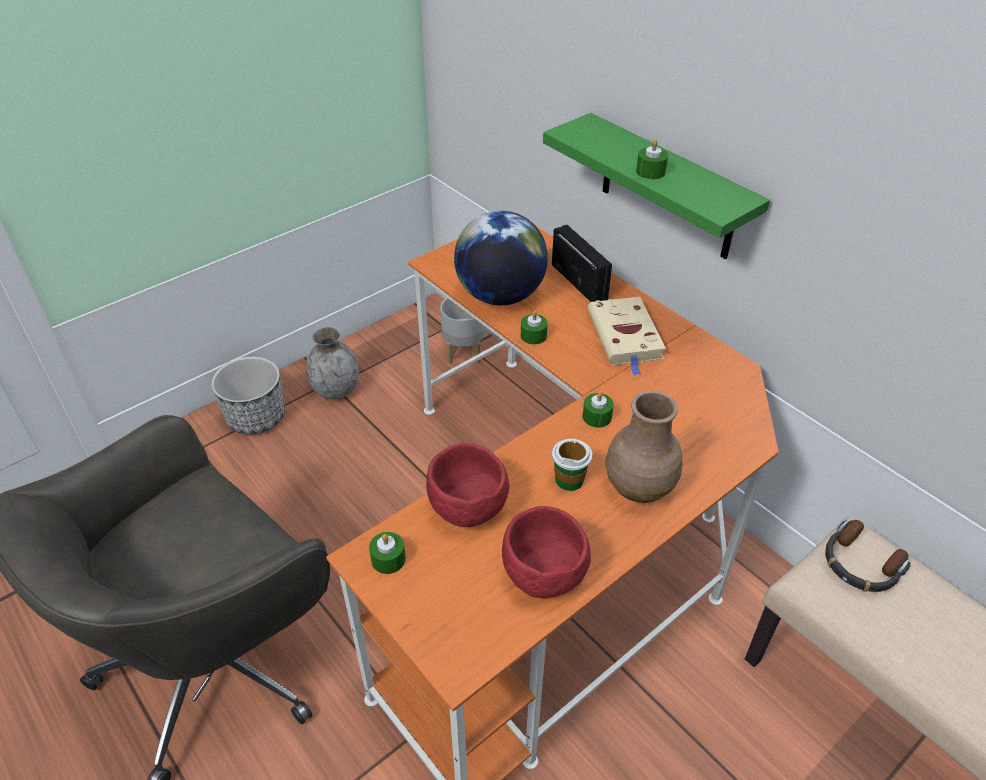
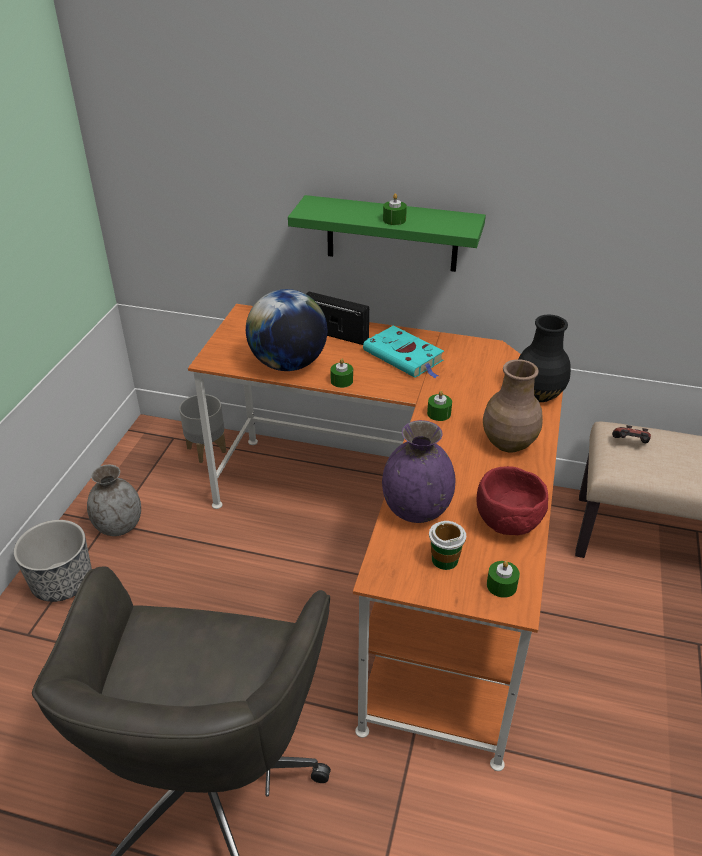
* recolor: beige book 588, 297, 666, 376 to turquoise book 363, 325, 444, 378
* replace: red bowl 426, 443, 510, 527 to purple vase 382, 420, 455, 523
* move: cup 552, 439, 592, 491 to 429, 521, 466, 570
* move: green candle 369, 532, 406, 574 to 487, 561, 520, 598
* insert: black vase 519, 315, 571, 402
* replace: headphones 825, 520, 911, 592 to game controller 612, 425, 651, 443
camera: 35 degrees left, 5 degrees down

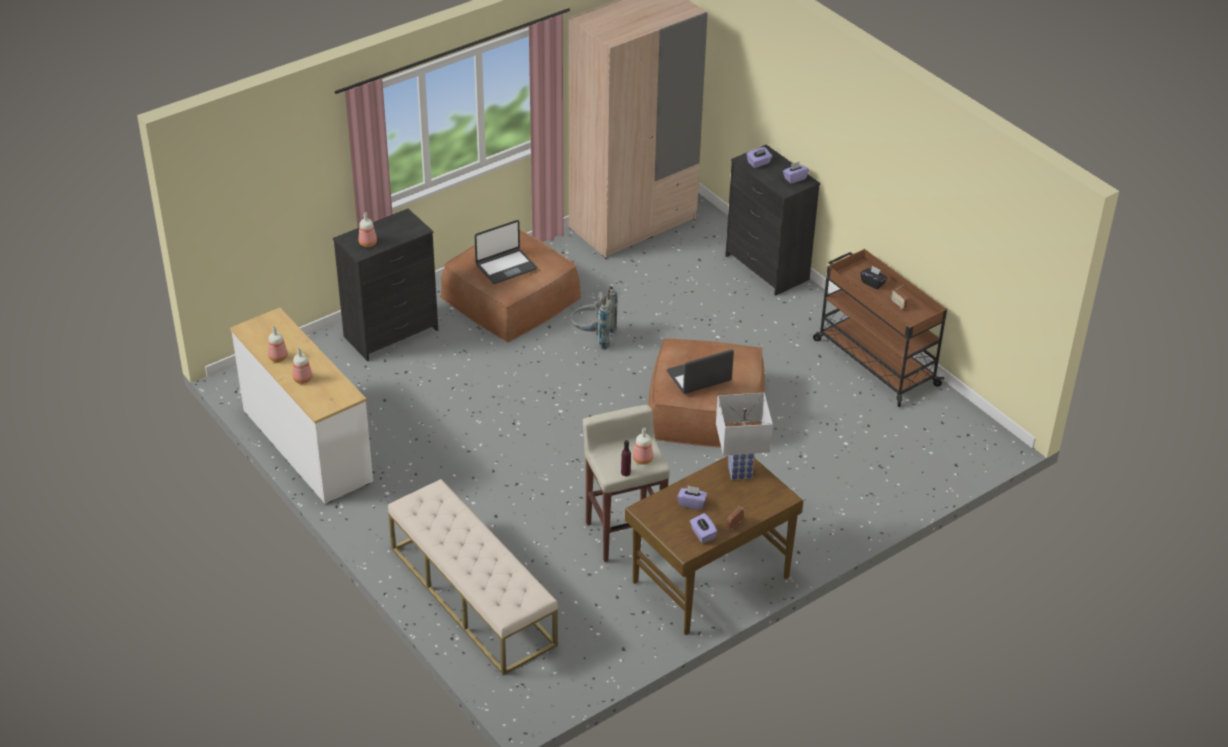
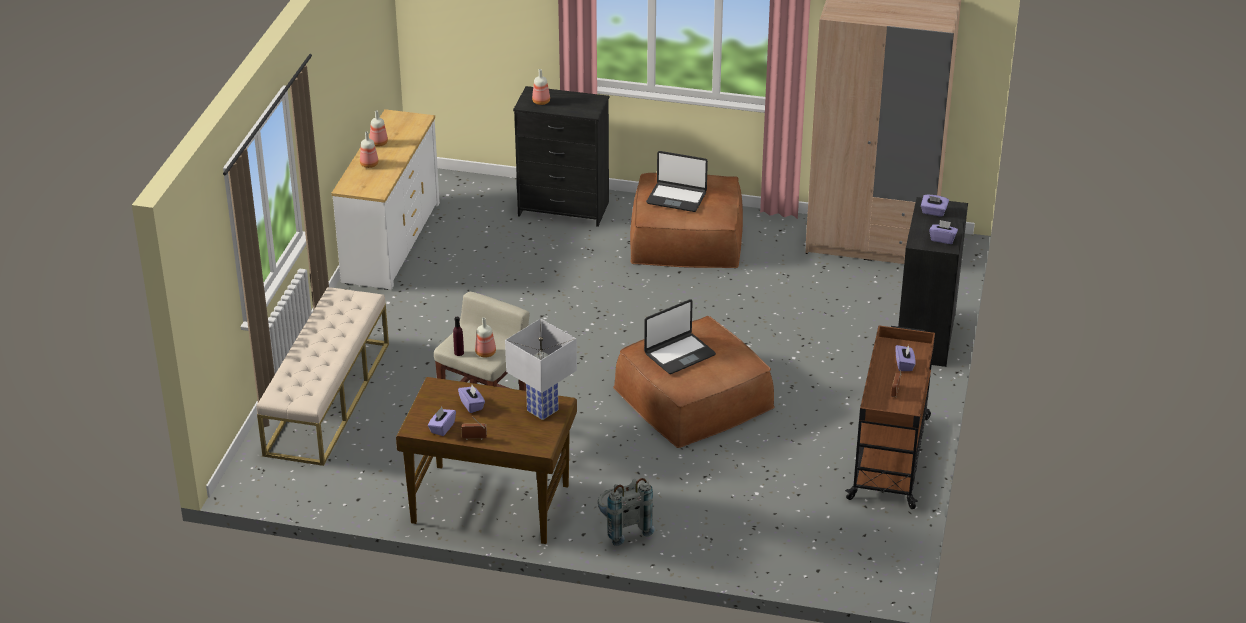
* move: grey backpack 570, 286, 618, 350 to 598, 478, 655, 546
* rotate: laptop 667, 350, 734, 394 = 644, 299, 716, 374 120 degrees clockwise
* recolor: black tissue box 860, 265, 887, 289 to purple tissue box 896, 345, 916, 371
camera: 50 degrees right, 5 degrees down

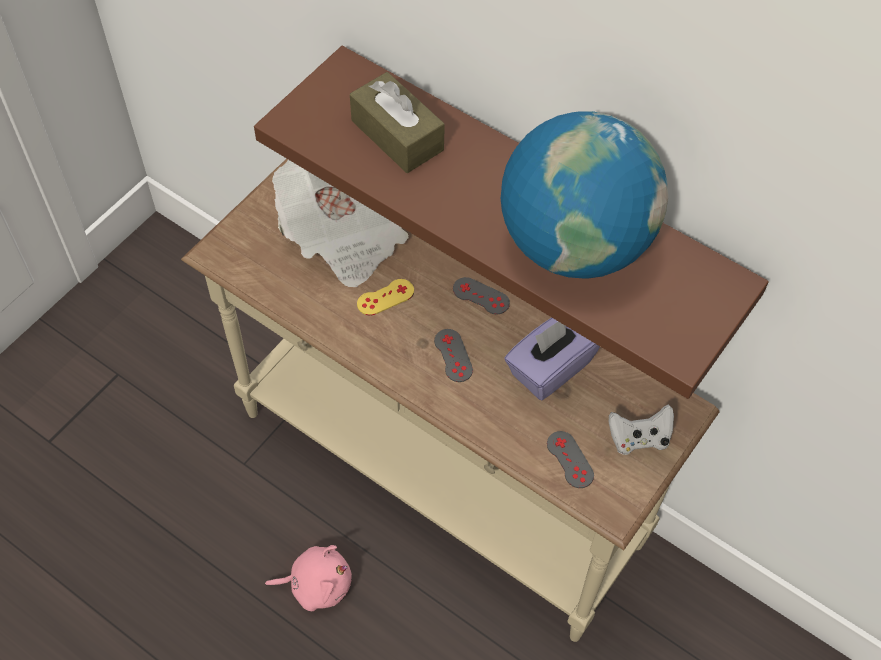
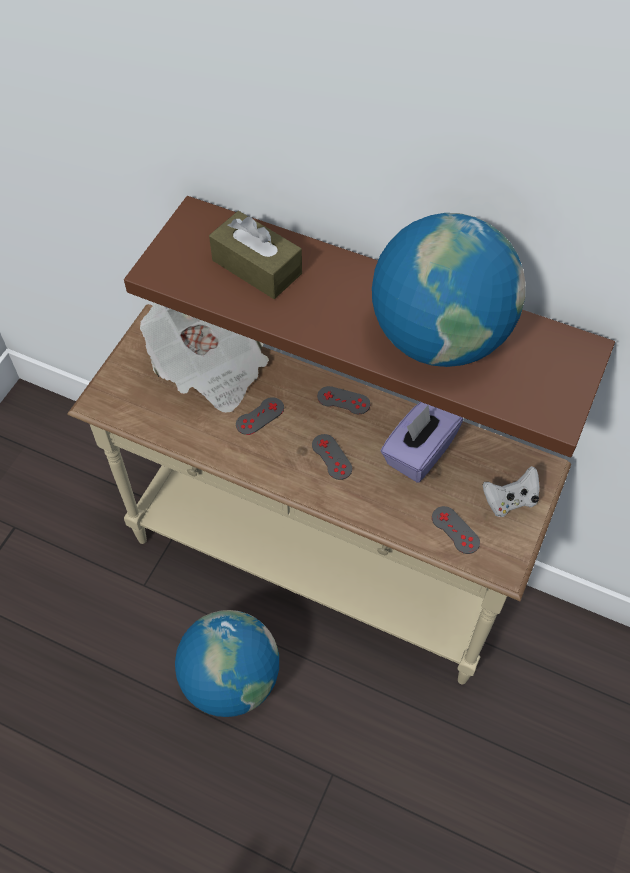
* replace: pink plush toy 265, 545, 352, 611 to globe 175, 610, 279, 717
* recolor: yellow game controller 357, 279, 414, 315 to grey game controller 236, 397, 284, 435
camera: 10 degrees left, 0 degrees up

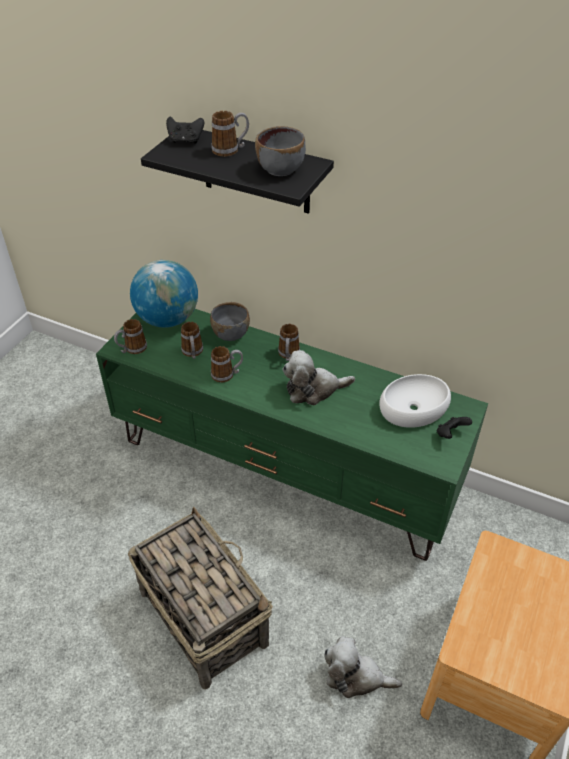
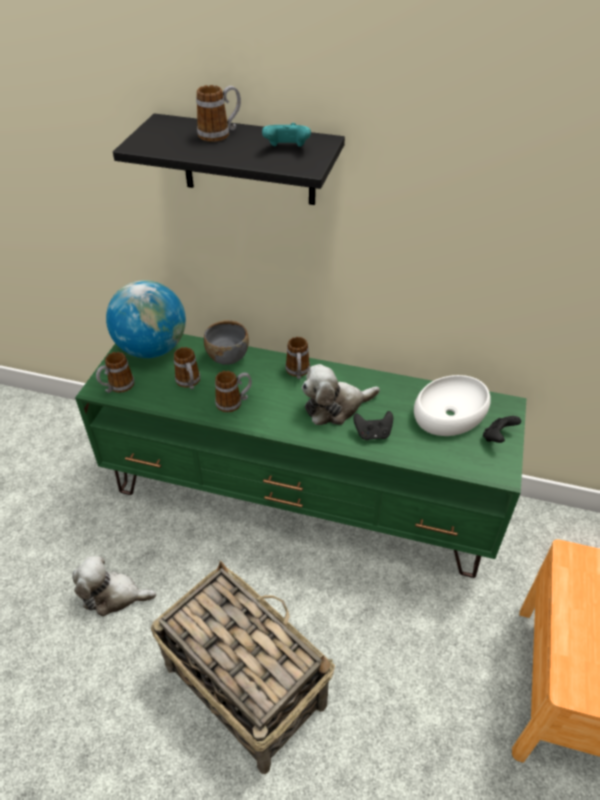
* move: plush toy 324, 637, 402, 698 to 72, 556, 156, 616
* replace: grey bowl 255, 126, 306, 176 to turquoise game controller 262, 123, 311, 147
* move: black game controller 166, 116, 204, 144 to 353, 411, 393, 440
camera: 10 degrees left, 0 degrees up

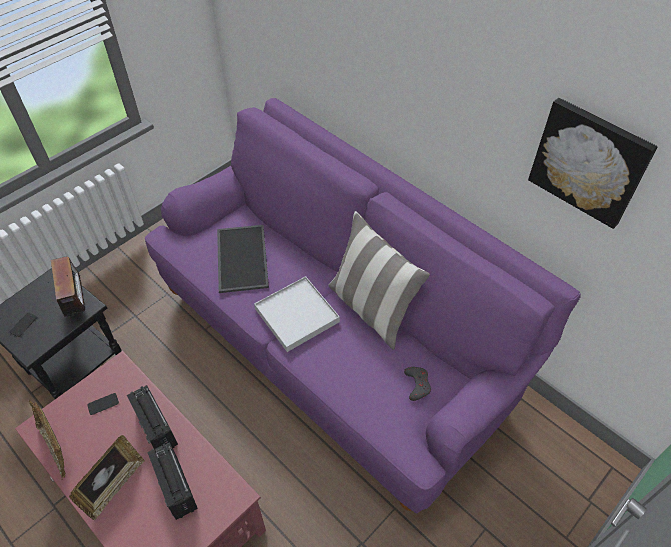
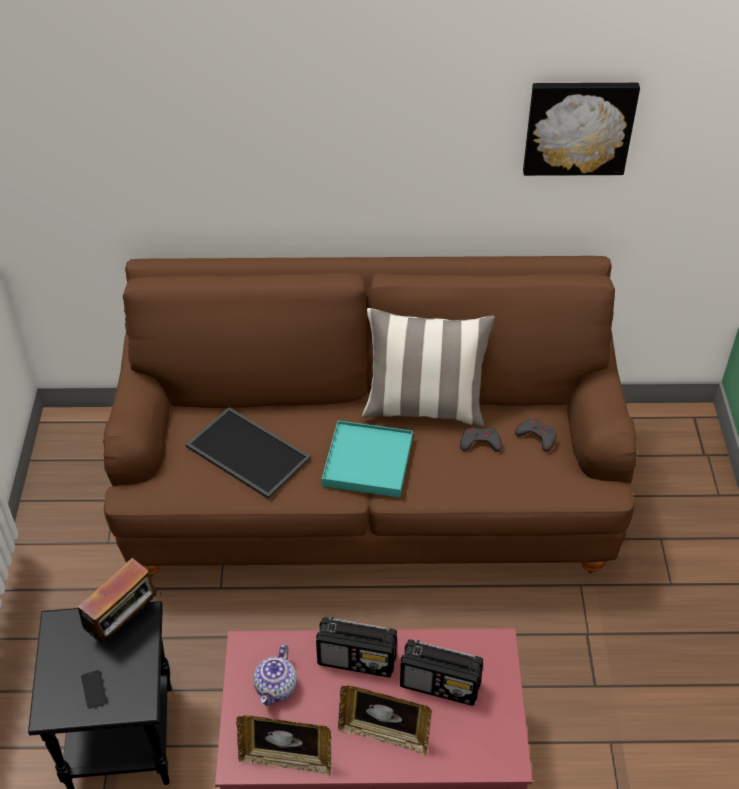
* rotate: radio 48, 256, 86, 319 = 78, 558, 161, 643 105 degrees clockwise
* recolor: purple sofa 145, 98, 581, 513 to brown sofa 103, 256, 637, 577
* replace: phone 87, 393, 119, 415 to teapot 253, 644, 297, 706
* recolor: white tray 254, 276, 340, 352 to turquoise tray 322, 420, 413, 497
* rotate: picture frame 69, 435, 145, 520 = 338, 685, 432, 756 120 degrees clockwise
* insert: grey game controller 460, 427, 502, 452
camera: 45 degrees left, 5 degrees down

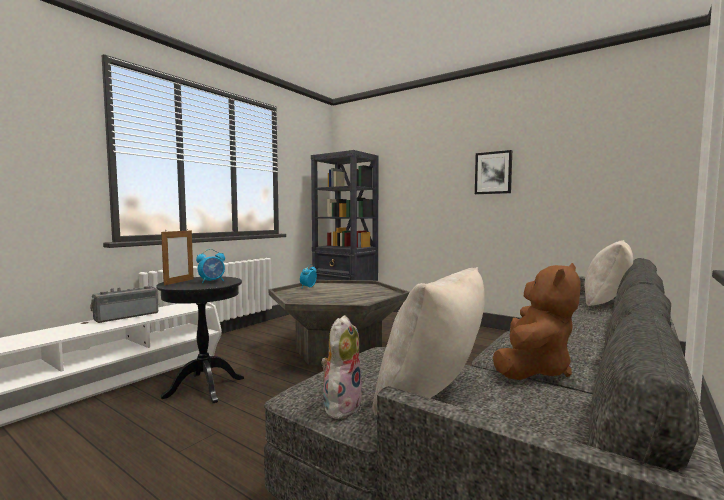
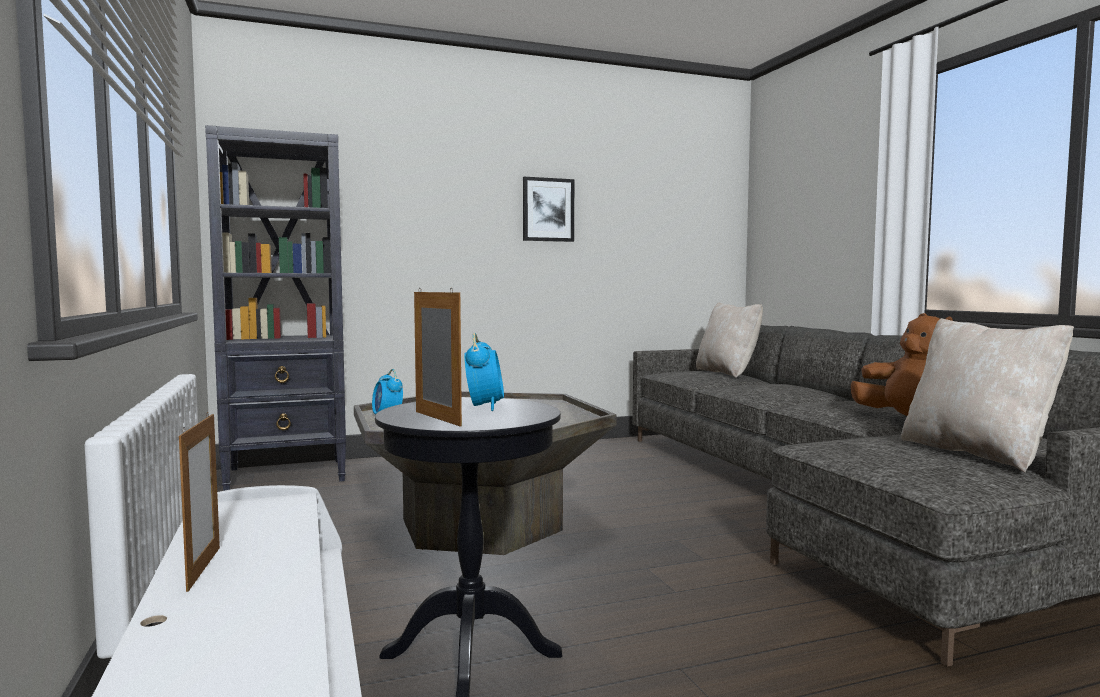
* replace: radio 90, 286, 158, 323 to picture frame 179, 412, 220, 592
* delete: plush toy 321, 315, 362, 419
camera: 55 degrees left, 0 degrees up

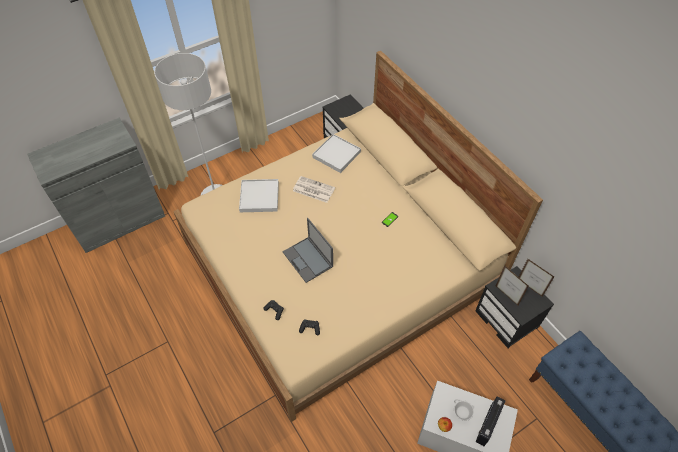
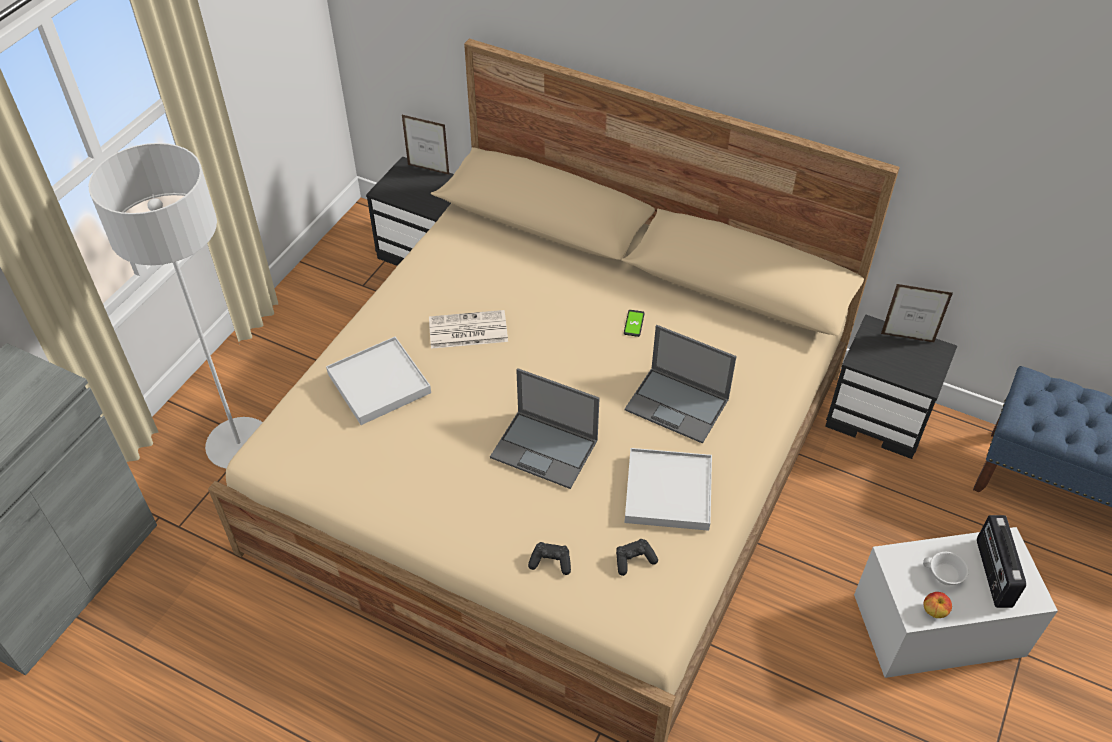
* move: picture frame 496, 266, 529, 305 to 402, 115, 450, 175
* move: white tray 312, 134, 361, 173 to 624, 448, 712, 531
* insert: laptop 625, 325, 737, 444
camera: 30 degrees left, 5 degrees down

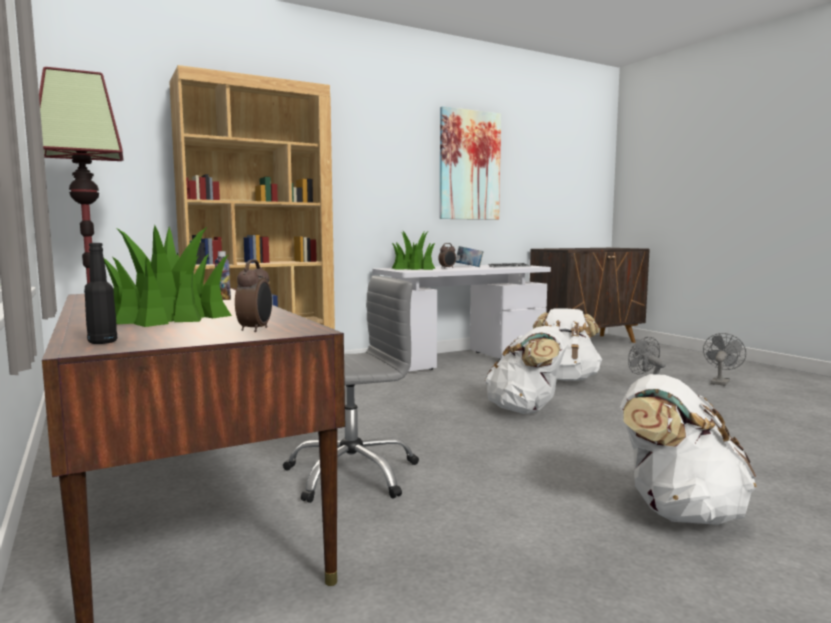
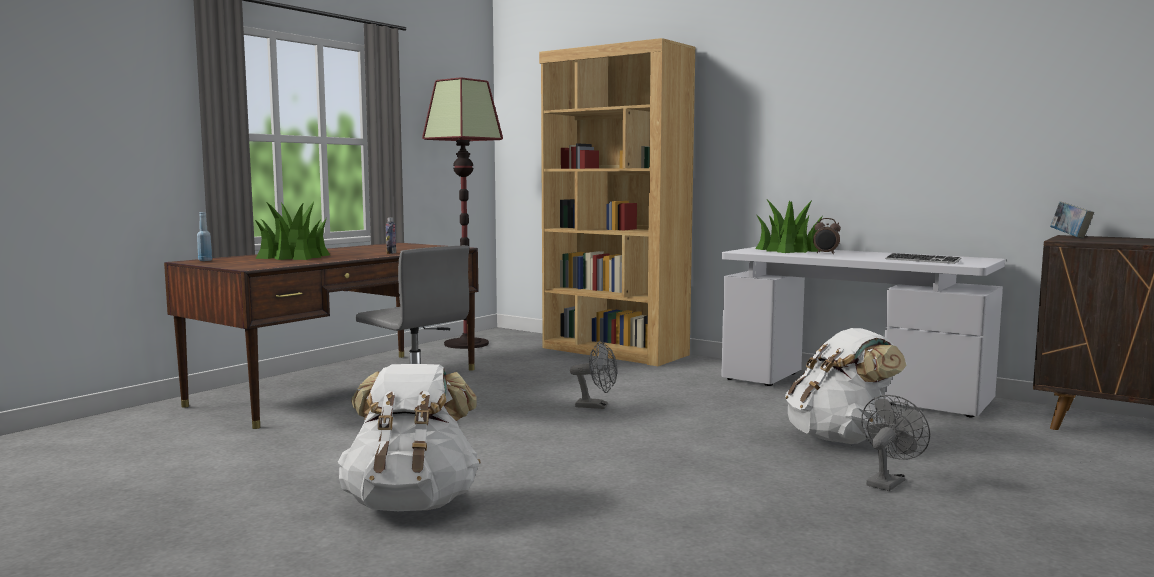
* recolor: black bottle 84, 243, 117, 344 to blue bottle 197, 212, 212, 261
* move: grey fan 703, 333, 746, 386 to 570, 341, 617, 409
* move: book 455, 246, 483, 267 to 1050, 202, 1094, 238
* delete: alarm clock 235, 260, 272, 332
* delete: picture 440, 106, 501, 220
* delete: white backpack 485, 326, 568, 414
camera: 65 degrees right, 0 degrees up

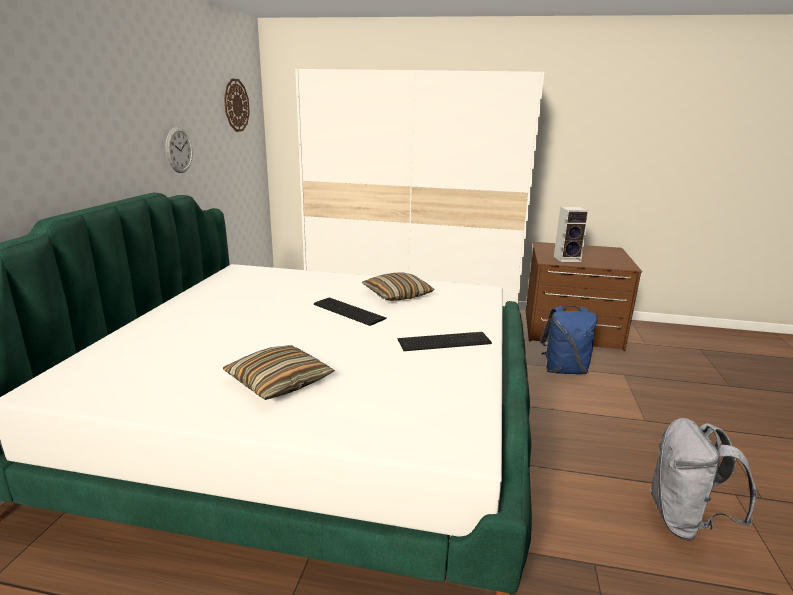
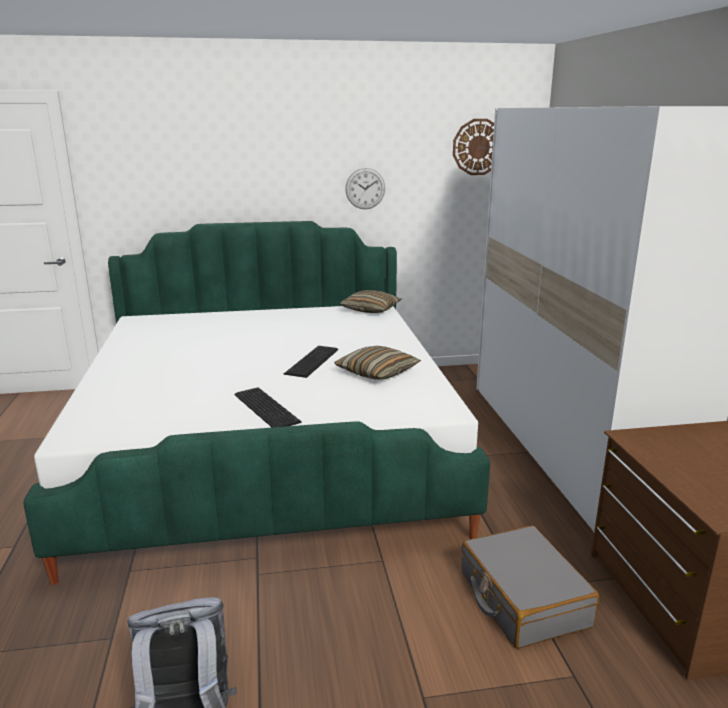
* move: pillow 223, 345, 335, 400 to 340, 290, 402, 313
* replace: blue backpack 540, 306, 597, 374 to grey suitcase 462, 525, 599, 649
* delete: speaker 554, 207, 589, 262
camera: 70 degrees right, 0 degrees up

